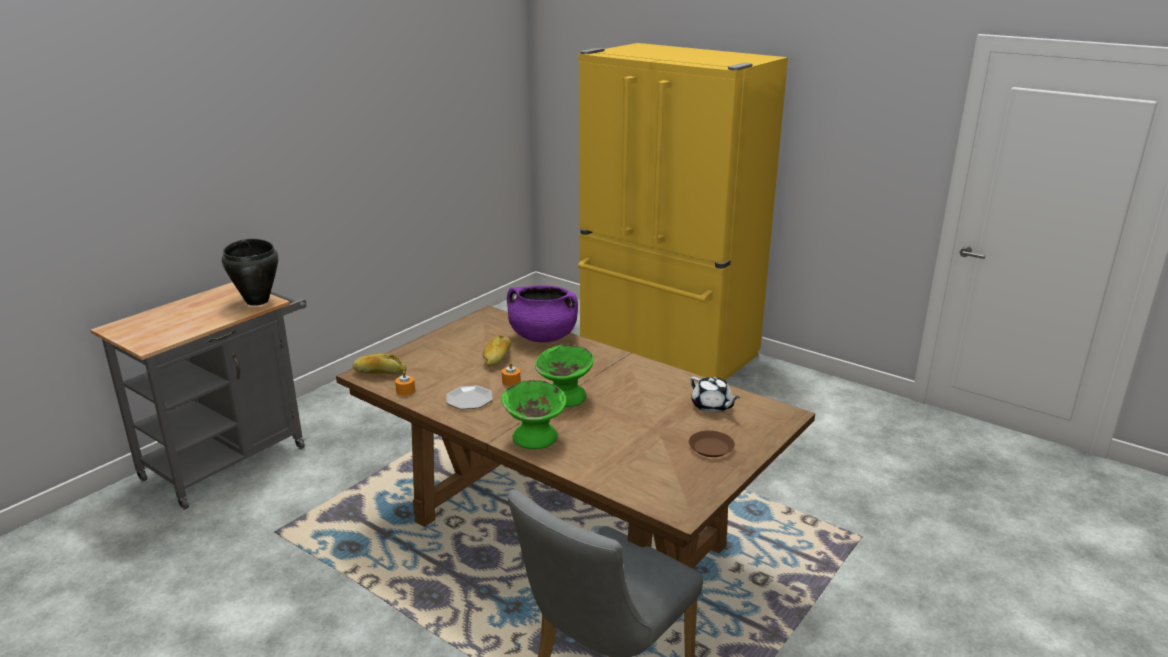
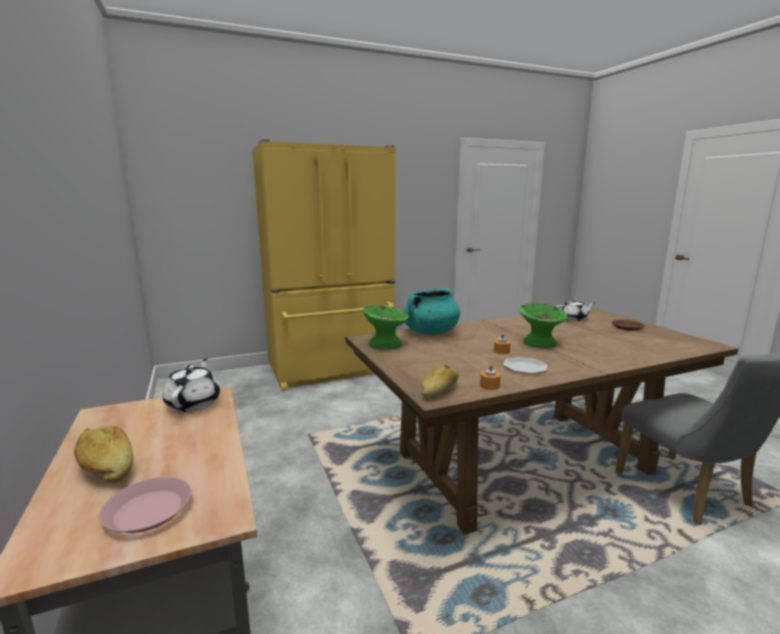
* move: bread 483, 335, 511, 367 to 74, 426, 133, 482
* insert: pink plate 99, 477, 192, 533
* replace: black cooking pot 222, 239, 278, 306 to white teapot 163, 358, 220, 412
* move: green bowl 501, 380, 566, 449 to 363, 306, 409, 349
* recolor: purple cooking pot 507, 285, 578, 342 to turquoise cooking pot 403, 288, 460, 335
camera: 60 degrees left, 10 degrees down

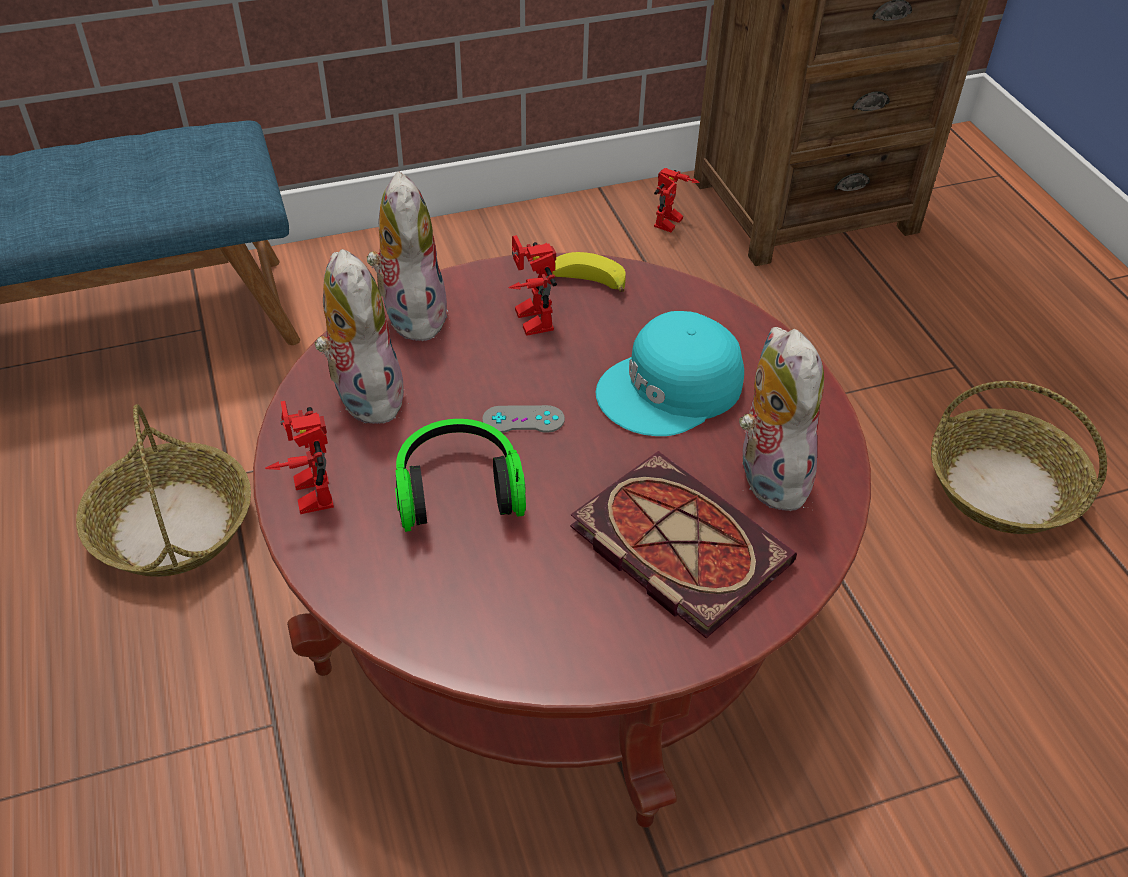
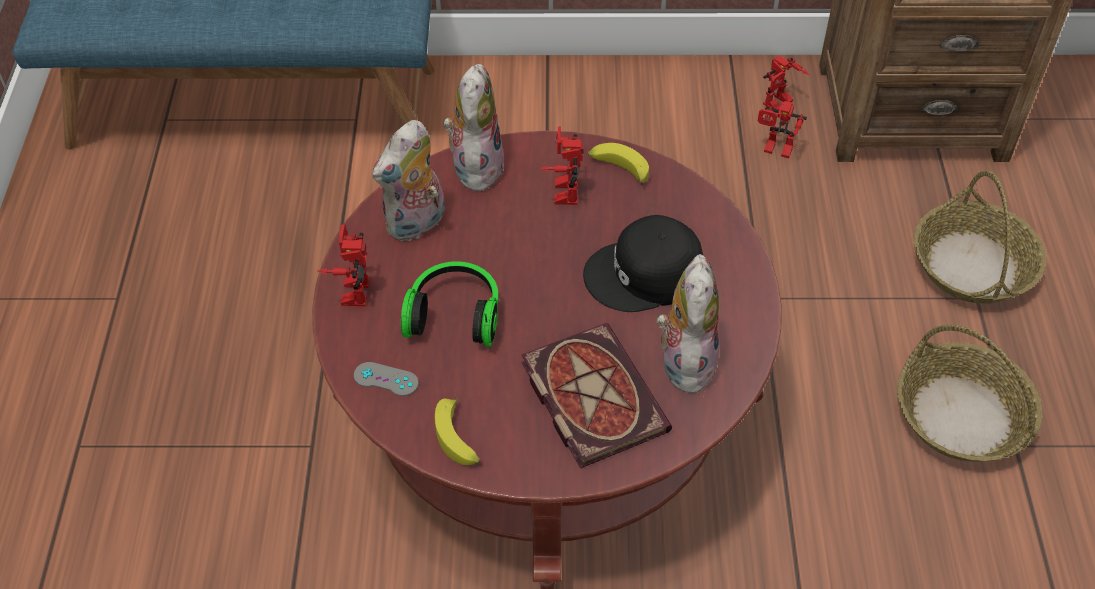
* move: grey game controller 482, 405, 565, 433 to 354, 362, 419, 396
* rotate: plush toy 314, 249, 404, 424 = 373, 120, 445, 242 135 degrees counterclockwise
* insert: banana 435, 397, 480, 466
* recolor: turquoise cap 596, 311, 744, 436 to black cap 583, 215, 703, 312
* insert: toy robot 758, 101, 807, 158
* move: basket 76, 404, 251, 577 to 914, 170, 1046, 304
camera: 20 degrees right, 5 degrees up

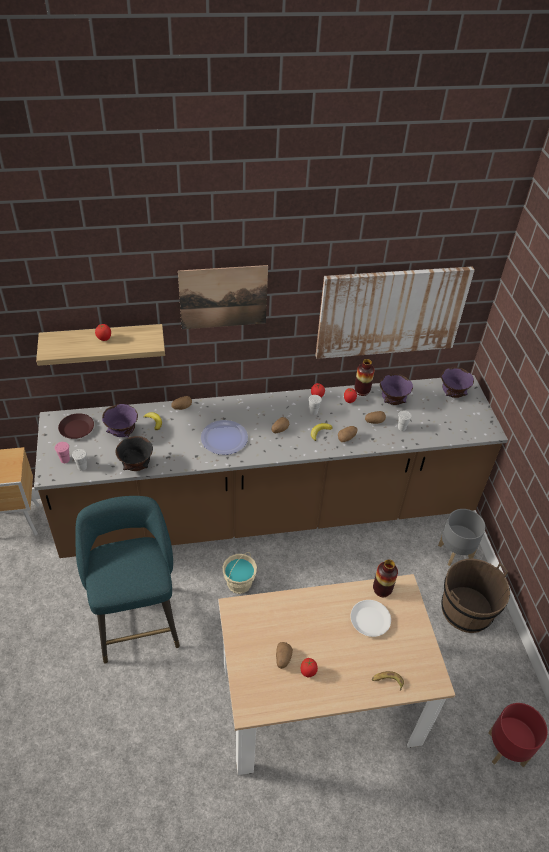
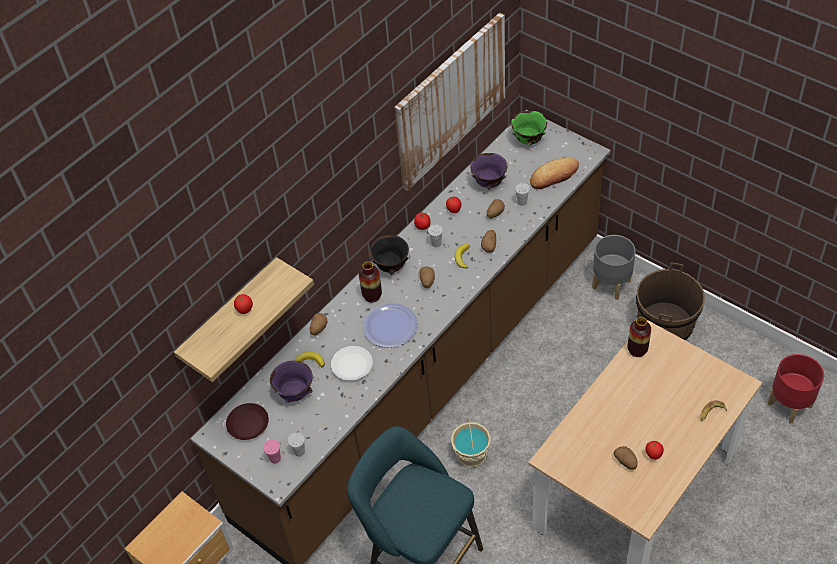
* move: white plate 351, 600, 391, 637 to 331, 346, 373, 380
* move: vase 355, 359, 375, 396 to 359, 261, 382, 303
* move: black bowl 115, 436, 153, 471 to 370, 235, 409, 275
* recolor: purple bowl 441, 367, 474, 398 to green bowl 511, 111, 547, 146
* insert: bread 530, 158, 579, 189
* delete: picture 178, 265, 268, 329
camera: 35 degrees left, 5 degrees up

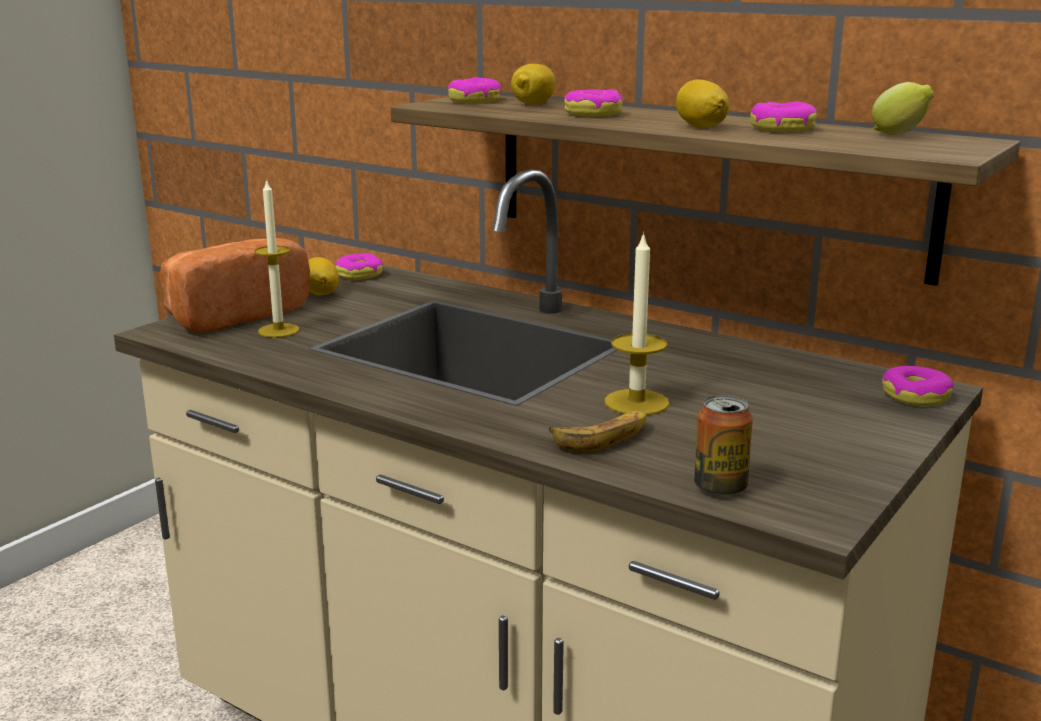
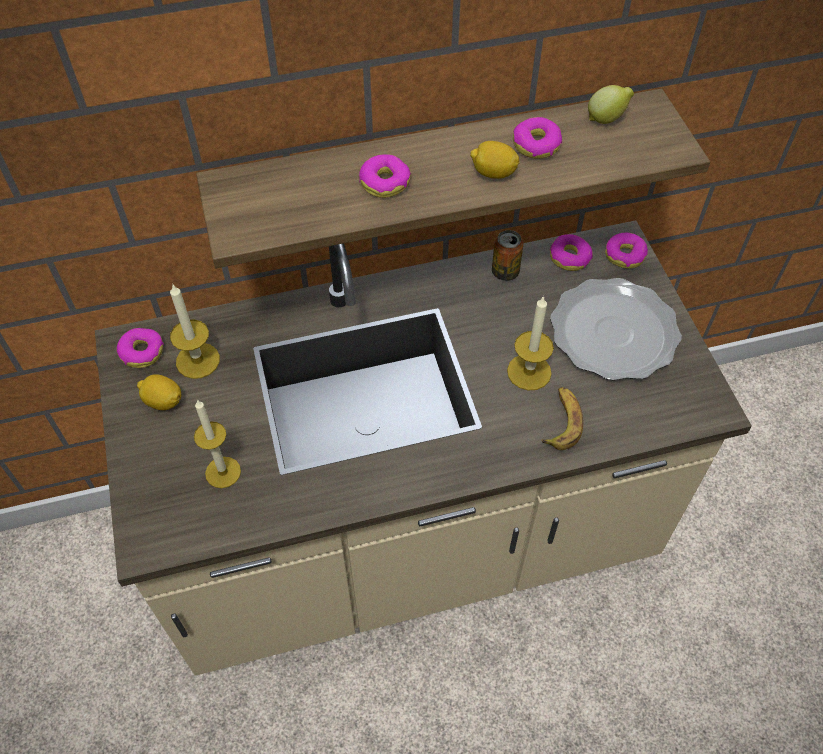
* insert: candle 170, 285, 220, 379
* move: can 694, 395, 753, 497 to 492, 230, 523, 281
* move: donut 448, 78, 502, 103 to 550, 234, 593, 271
* insert: plate 550, 278, 682, 380
* delete: bread 159, 238, 310, 333
* delete: lemon 511, 64, 556, 105
camera: 50 degrees left, 35 degrees up

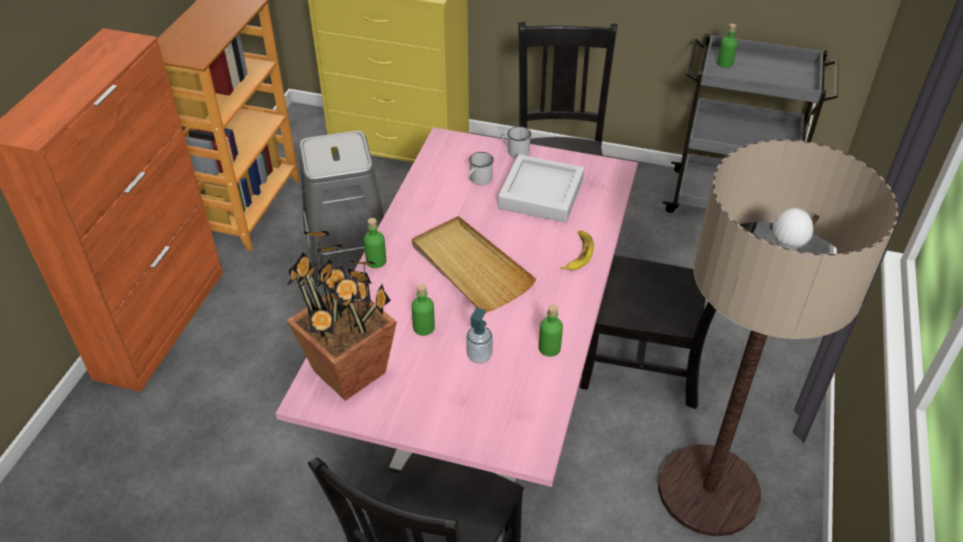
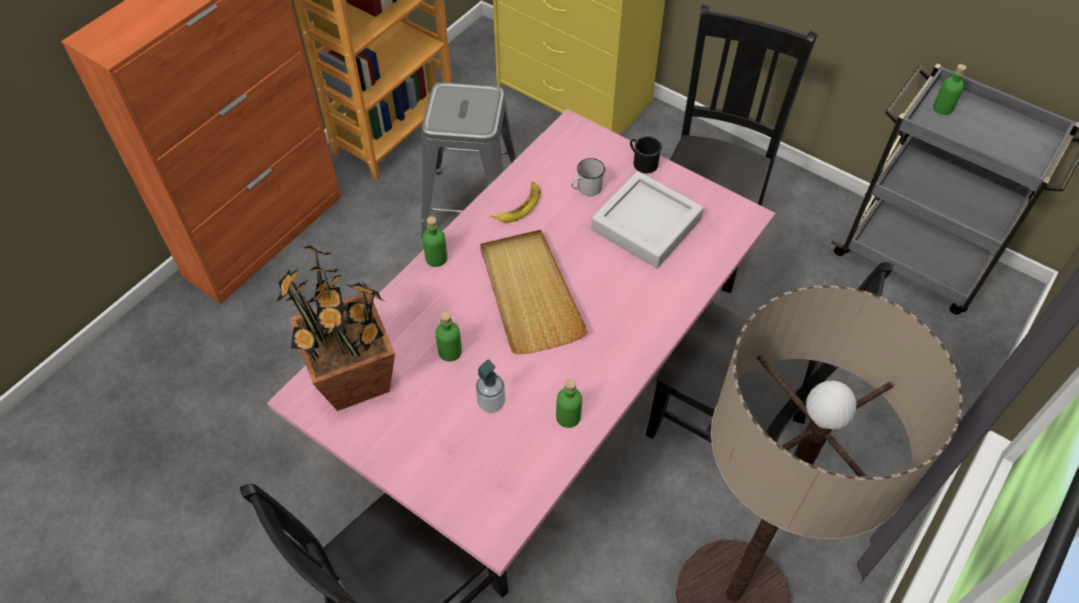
* move: banana 560, 230, 594, 270 to 490, 182, 541, 222
* recolor: white mug 501, 126, 531, 158 to black mug 630, 136, 662, 174
camera: 20 degrees right, 10 degrees up

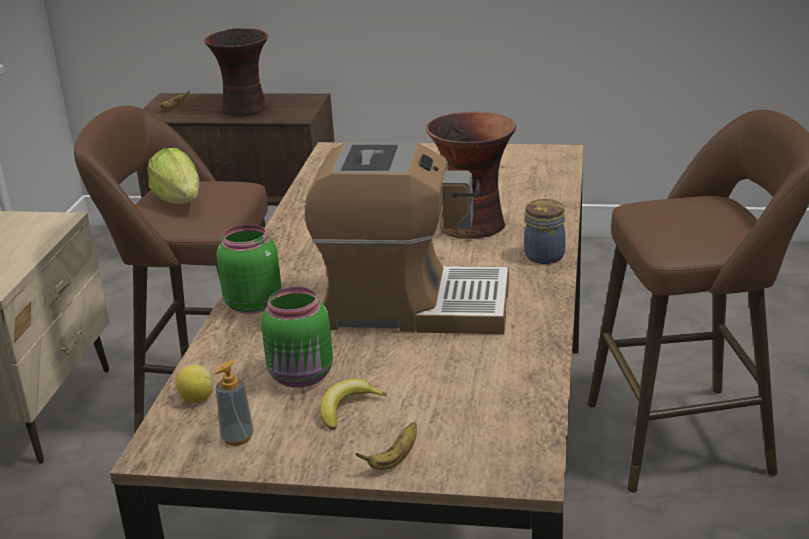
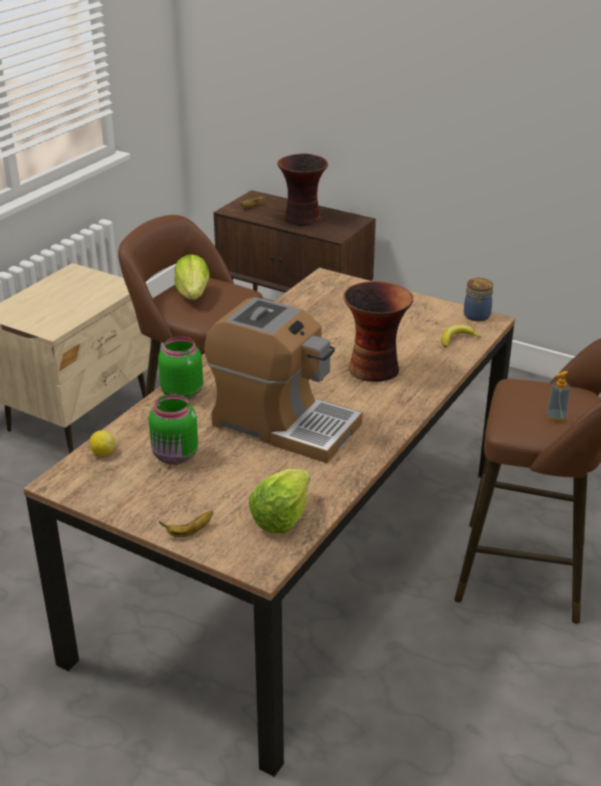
* insert: lettuce 249, 469, 310, 534
* move: banana 320, 379, 387, 430 to 441, 324, 481, 348
* move: jar 524, 199, 566, 264 to 464, 278, 493, 322
* move: soap dispenser 213, 360, 254, 446 to 546, 371, 570, 422
camera: 20 degrees right, 5 degrees up

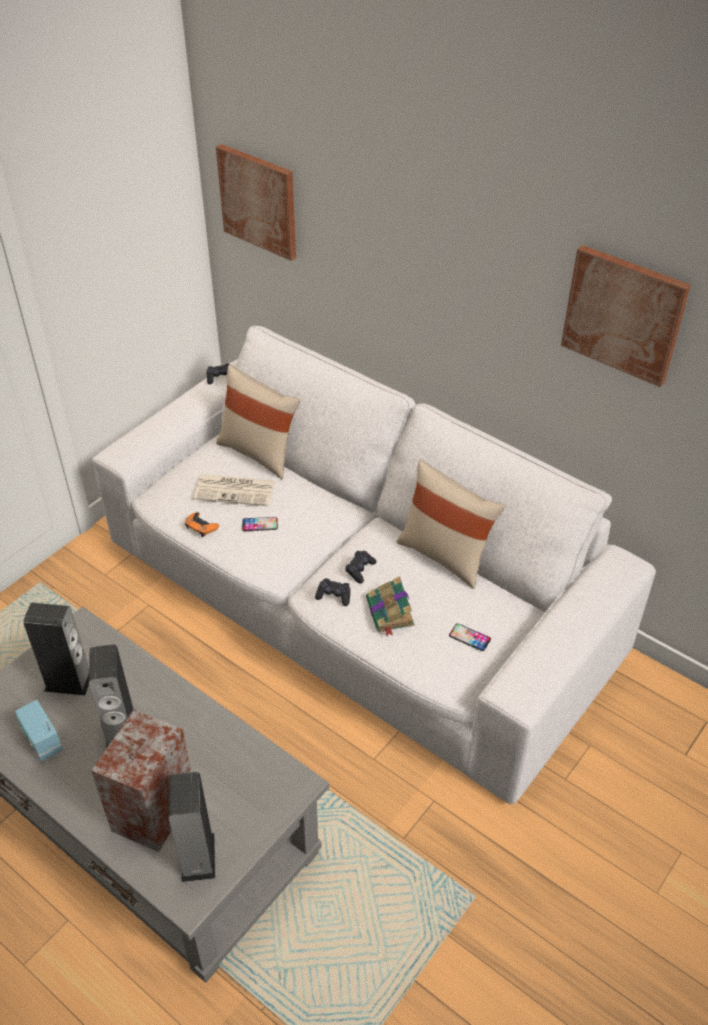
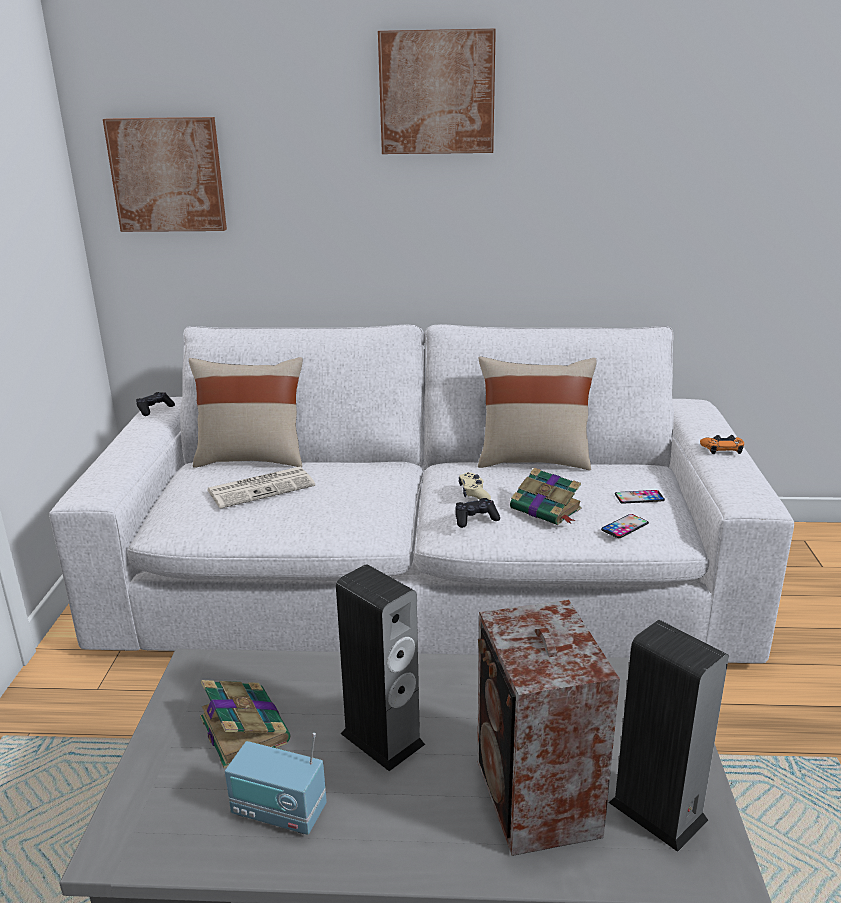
* replace: speaker 23, 603, 89, 695 to book 200, 680, 290, 768
* move: picture 561, 245, 691, 387 to 378, 29, 496, 154
* recolor: black game controller 345, 551, 377, 583 to beige game controller 459, 472, 491, 500
* move: phone 242, 517, 278, 531 to 601, 514, 649, 538
* move: orange game controller 185, 512, 219, 537 to 700, 435, 744, 454
camera: 35 degrees left, 20 degrees down

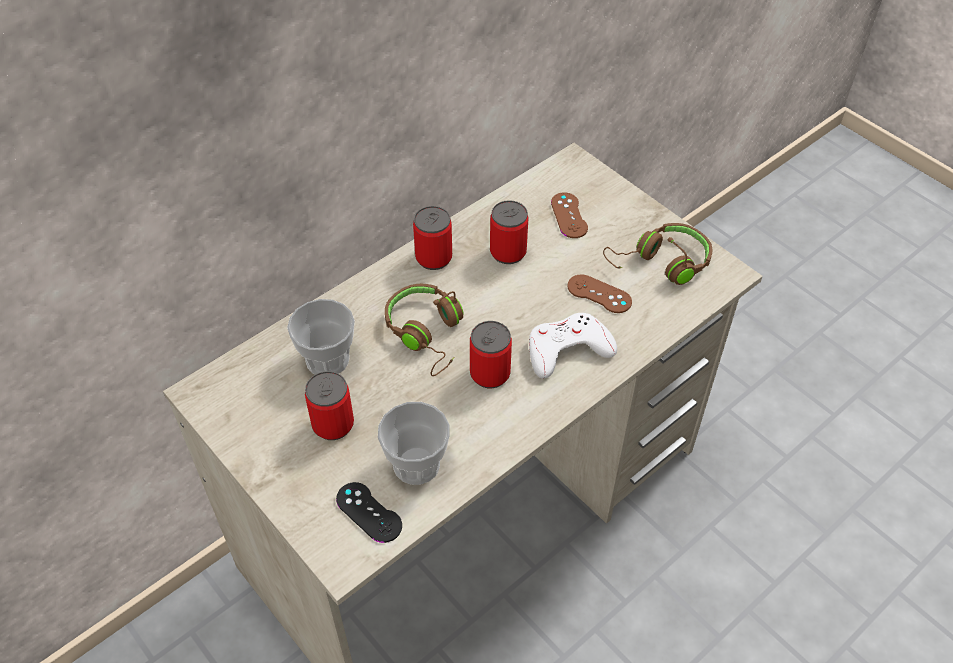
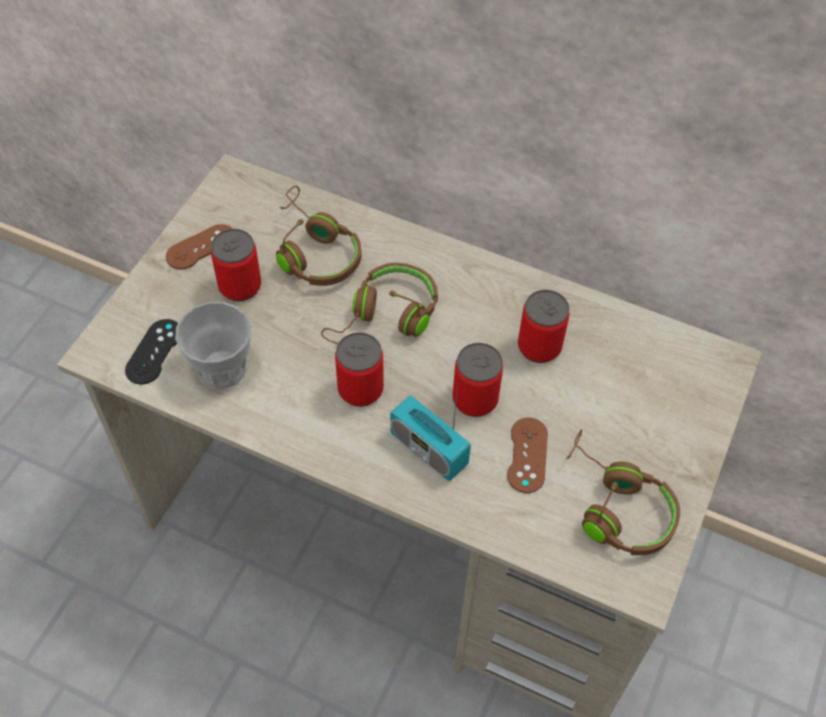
* move: brown game controller 551, 192, 588, 238 to 166, 224, 233, 269
* replace: cup 287, 299, 355, 374 to brown headphones 276, 185, 362, 286
* replace: white game controller 529, 313, 617, 379 to radio 390, 383, 471, 481
* move: can 413, 206, 452, 270 to 452, 343, 503, 417
camera: 65 degrees right, 5 degrees up

